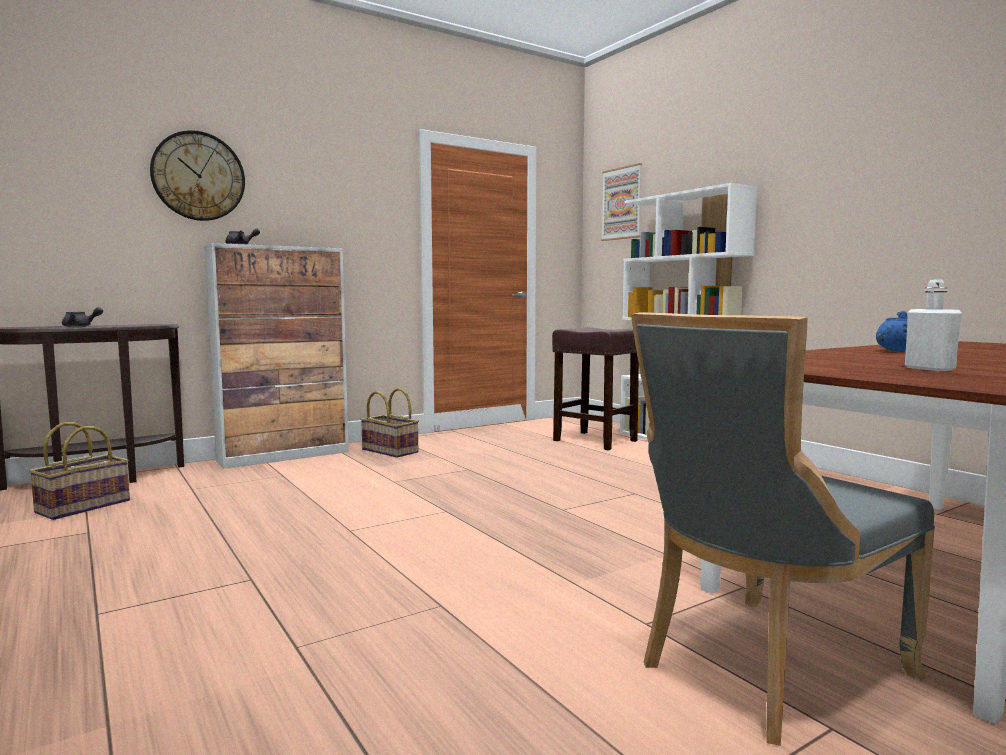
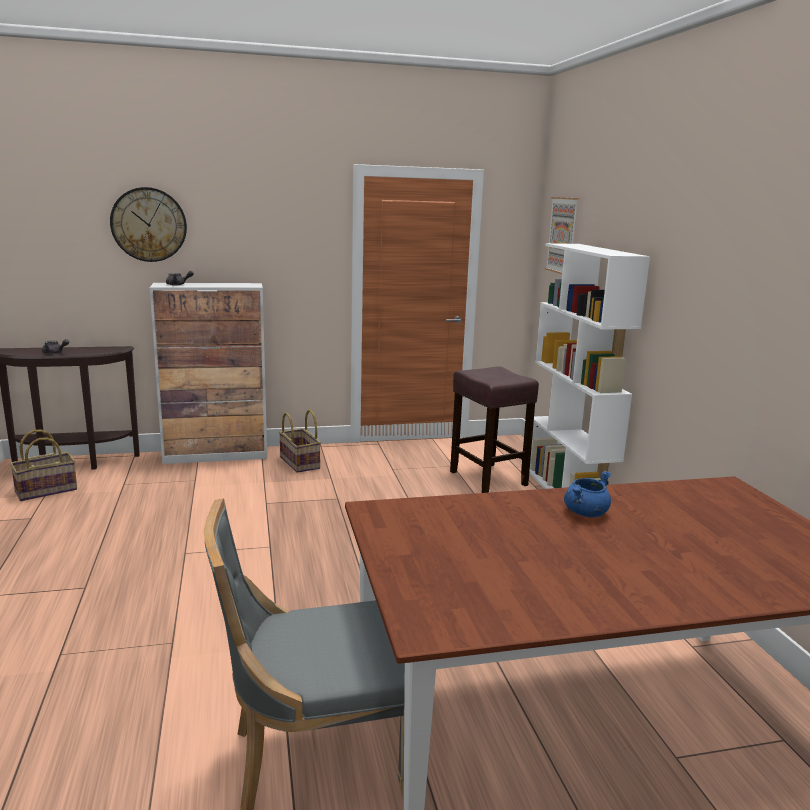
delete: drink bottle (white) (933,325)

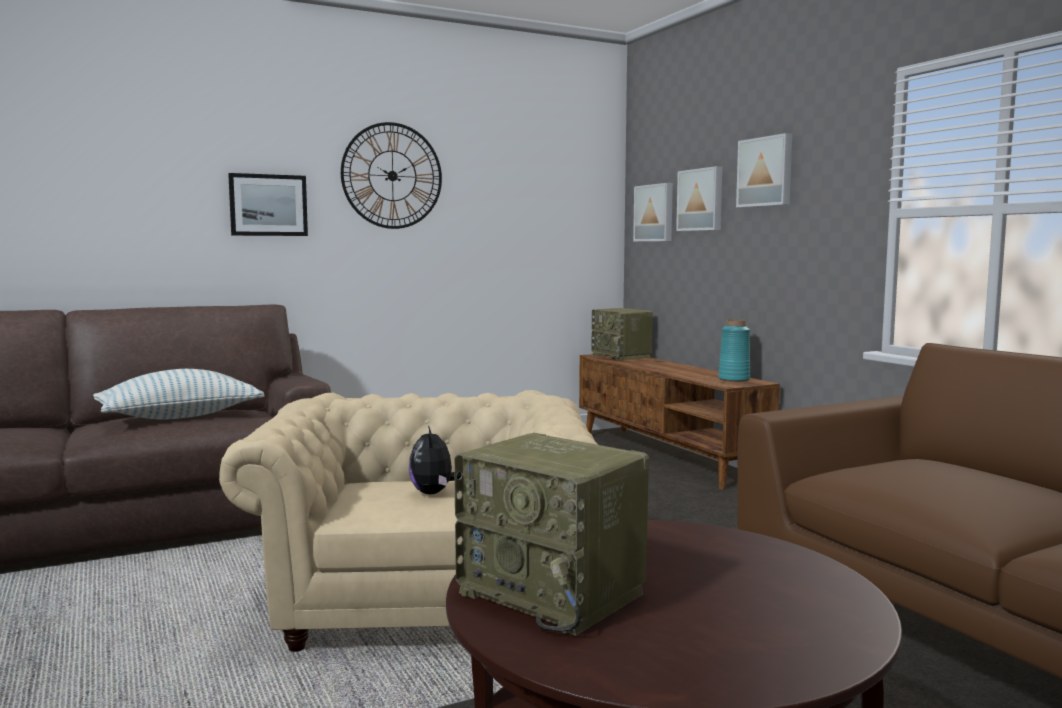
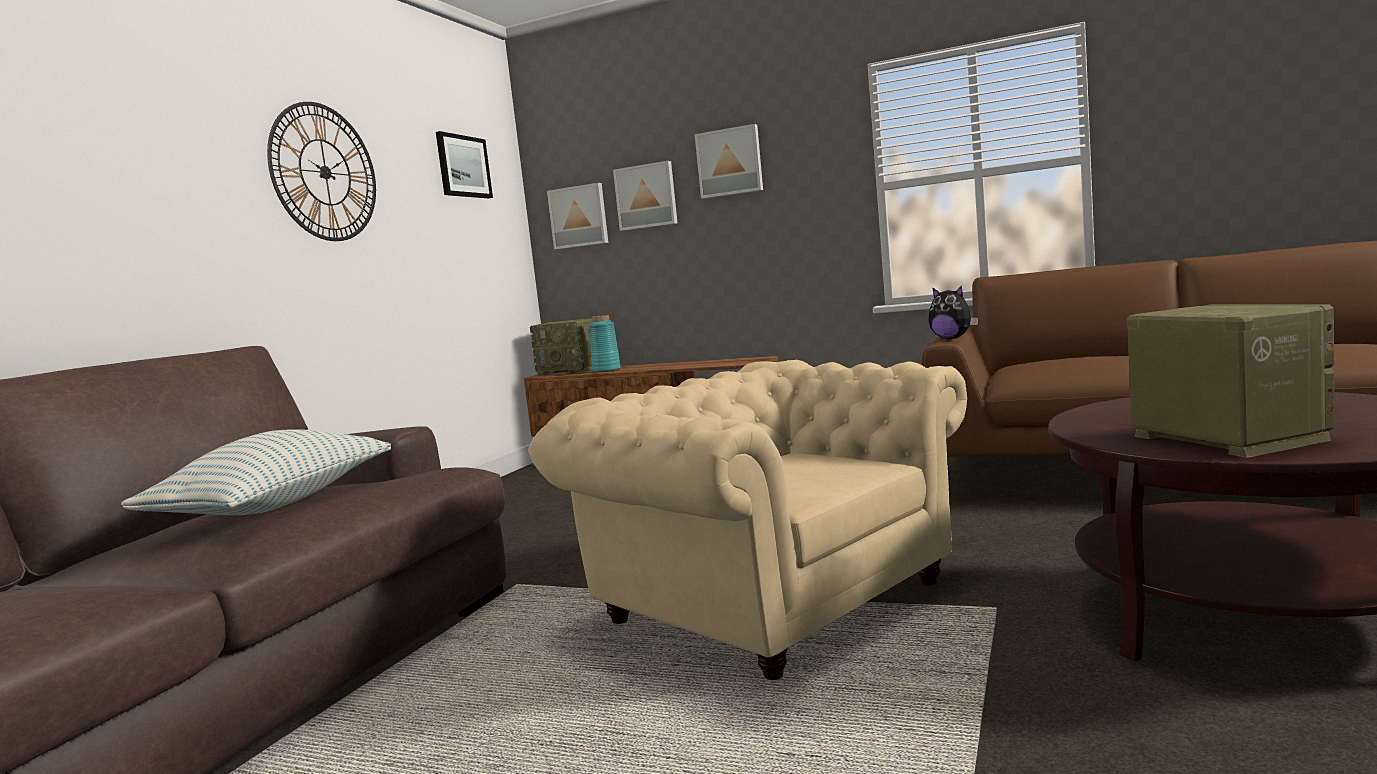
move: wall picture (268,204) to (464,164); decorative vase (blue-green) (734,350) to (605,343); cuddly toy (435,459) to (953,312)
rotate: radio (551,534) = (1230,381) 105 degrees counterclockwise

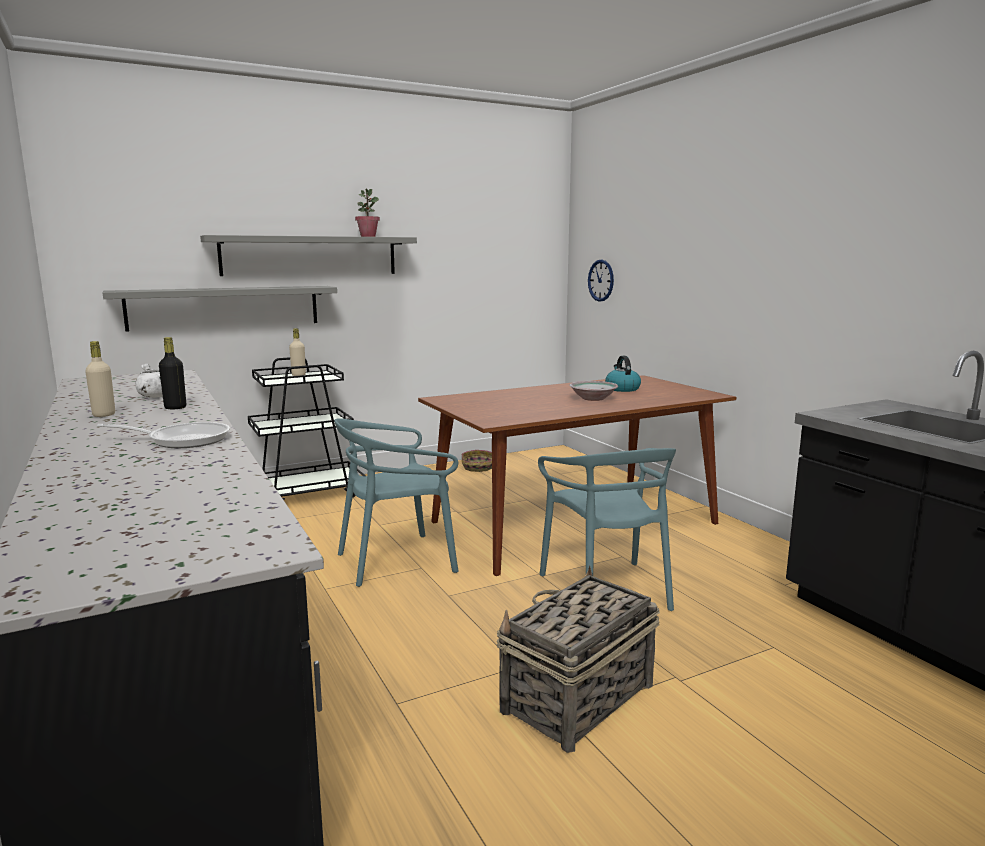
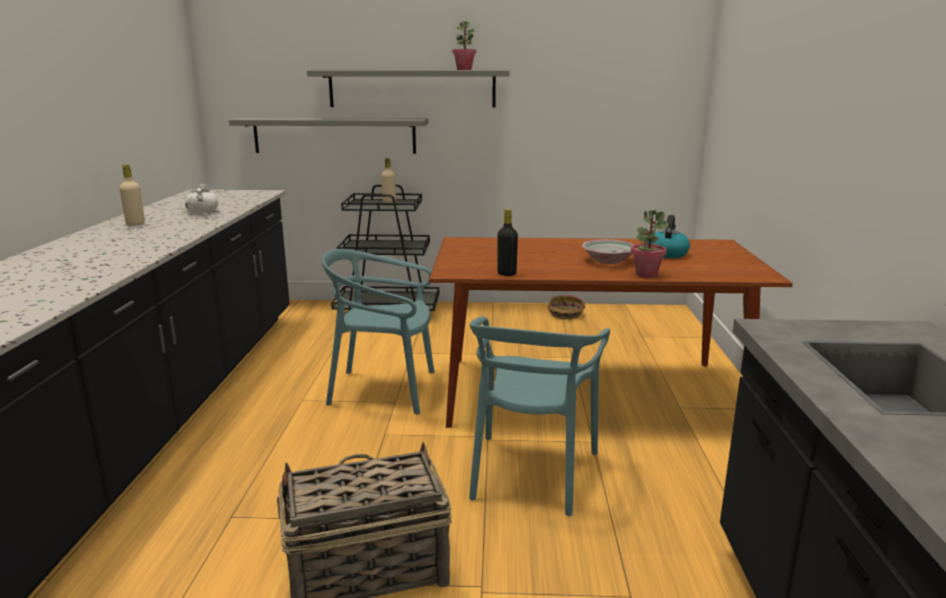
delete: hanging clock (601,281); pan (163,435)
insert: plant in a pot (650,243)
move: drink bottle (black-coloured) (172,373) to (507,242)

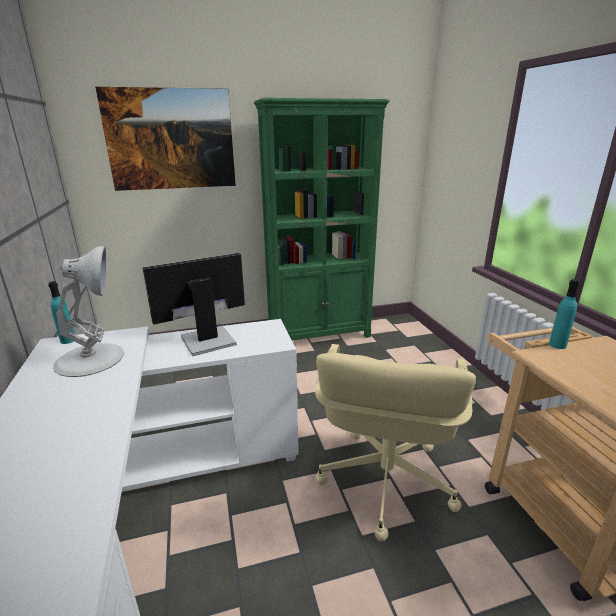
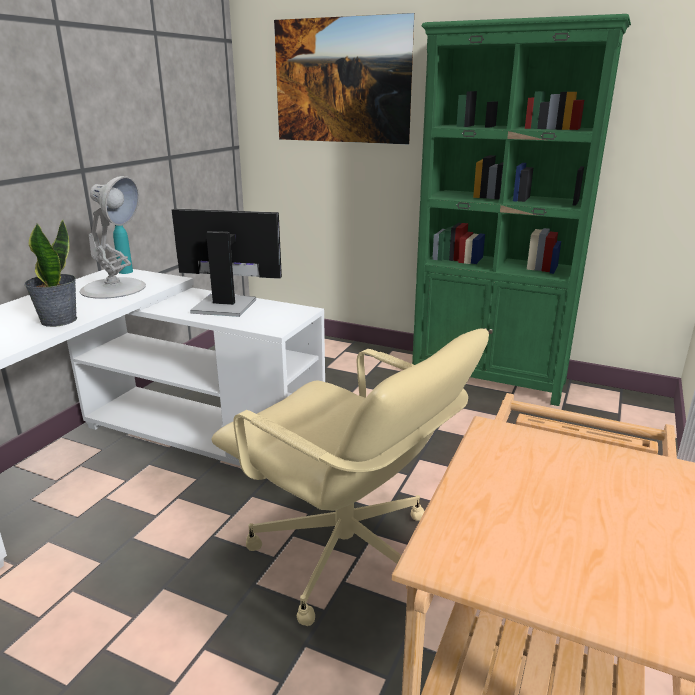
delete: drink bottle (blue-green) (564,314)
insert: plant in a pot (50,273)
rotate: office chair (beige) (395,442) = (350,477) 105 degrees counterclockwise

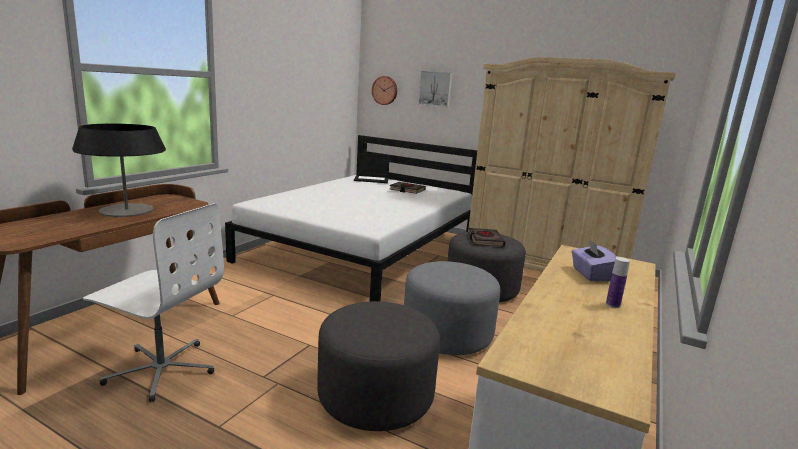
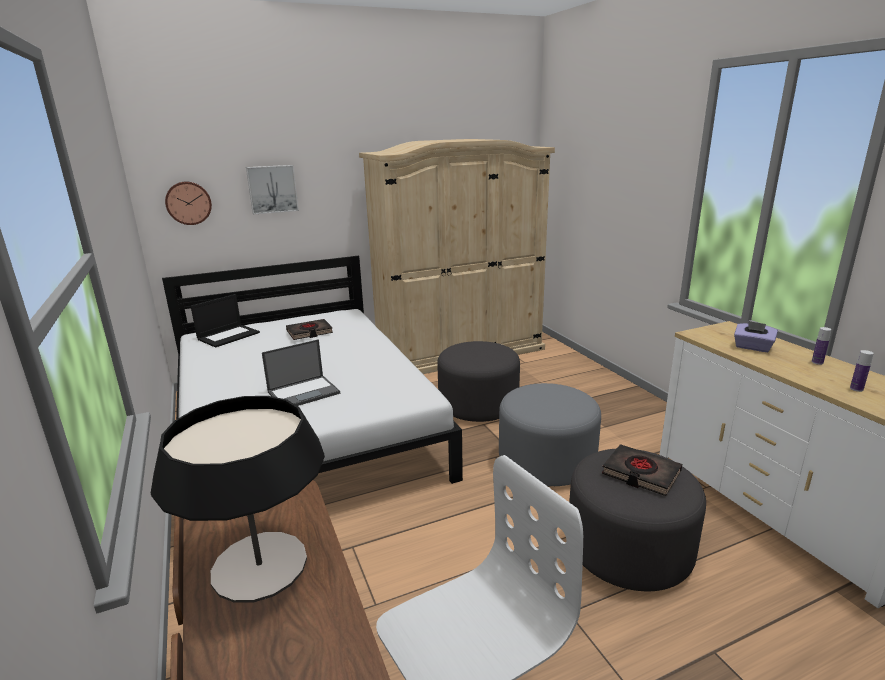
insert: laptop (301,372); drink bottle (862,371)
move: bound book (black-coloured) (486,237) to (642,470)

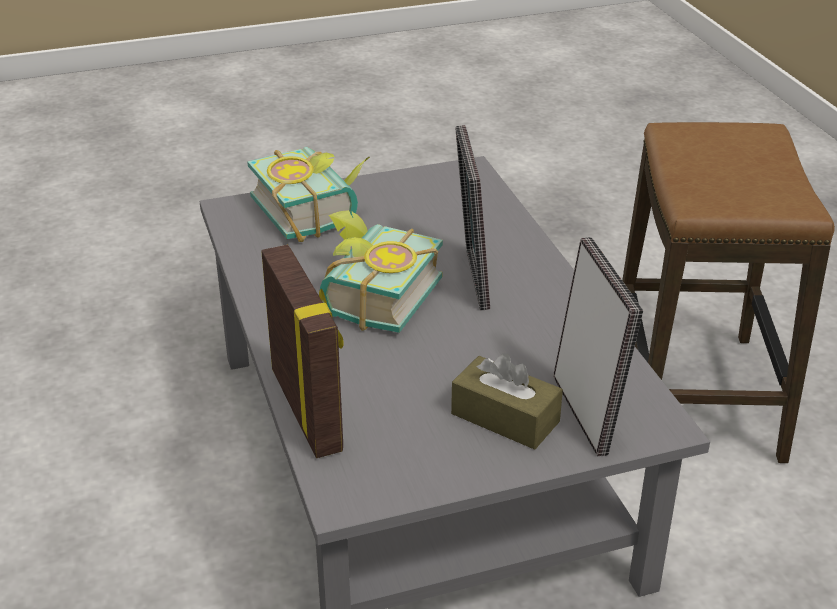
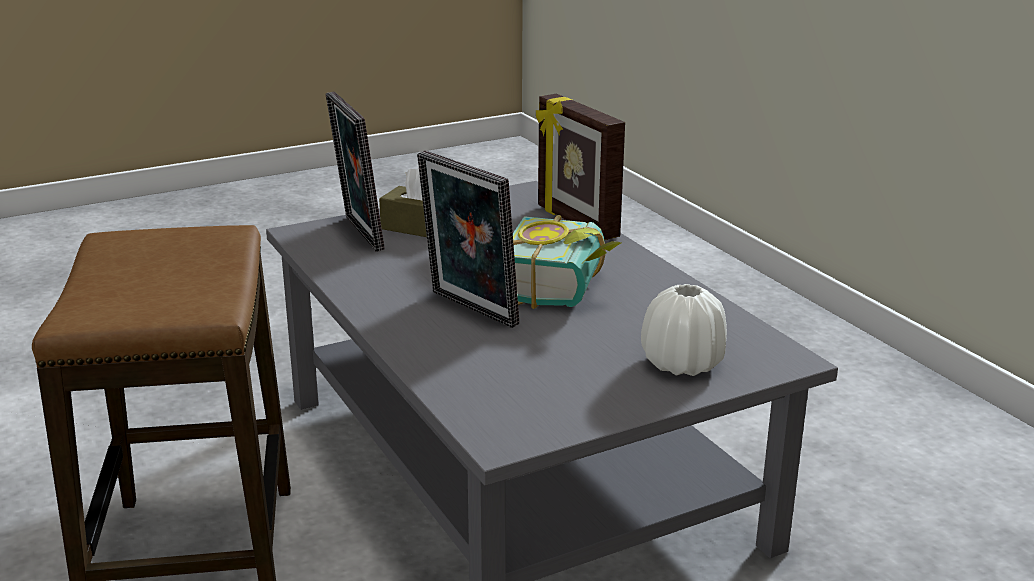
replace: bound book (308,194) to decorative vase (white) (684,330)
rotate: picture frame (472,217) = (468,239) 150 degrees clockwise

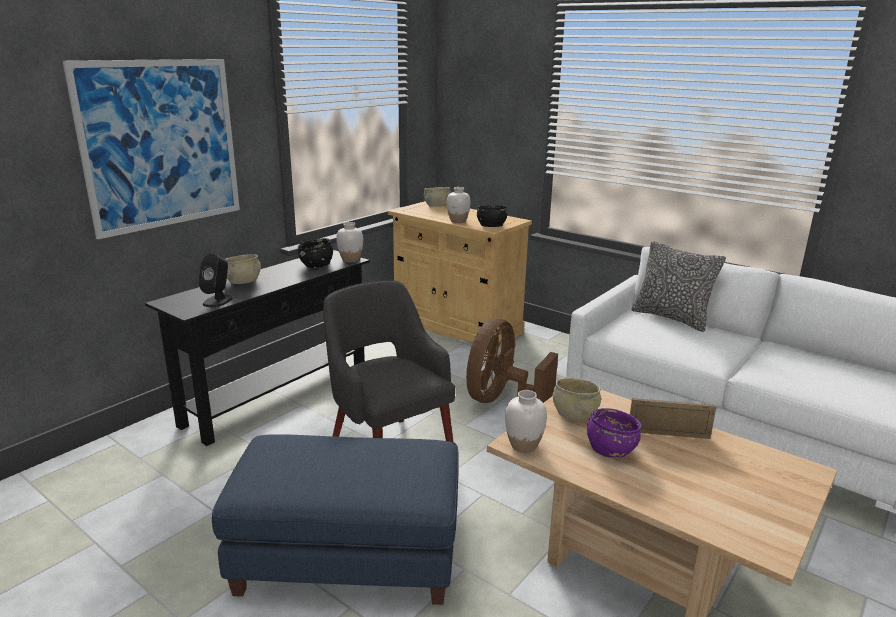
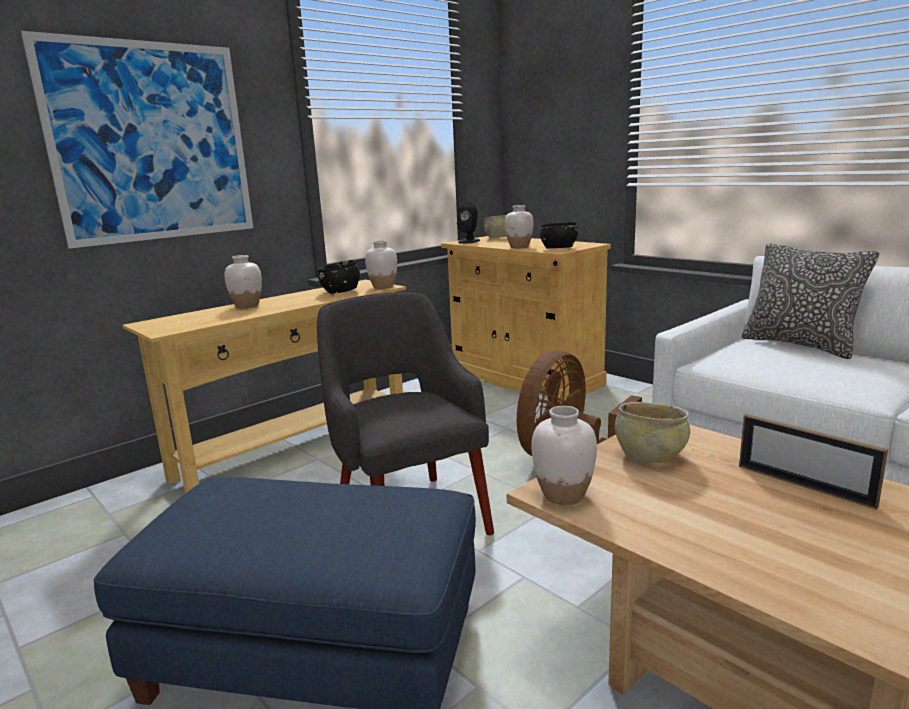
delete: serving bowl (purple) (614,433)
move: audio speaker (black-coloured) (216,280) to (468,221)
replace: serving bowl (beige) (243,269) to decorative vase (white) (243,281)
recolor: console table (black-coloured) (257,348) to console table (beige) (264,387)
rotate: picture frame (673,418) = (813,462) 150 degrees counterclockwise

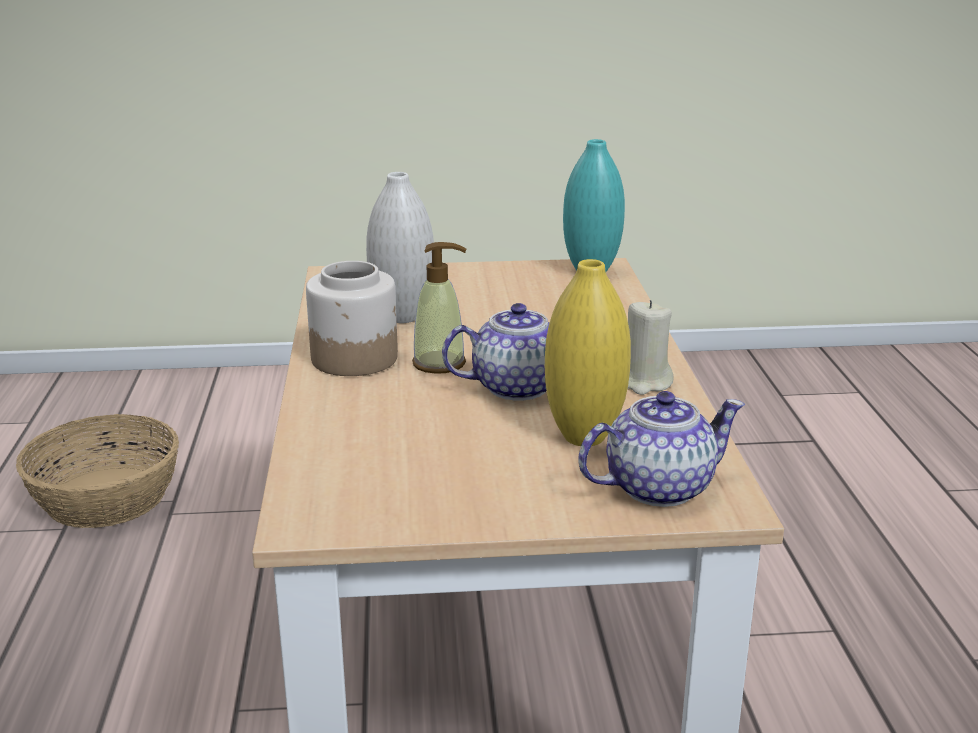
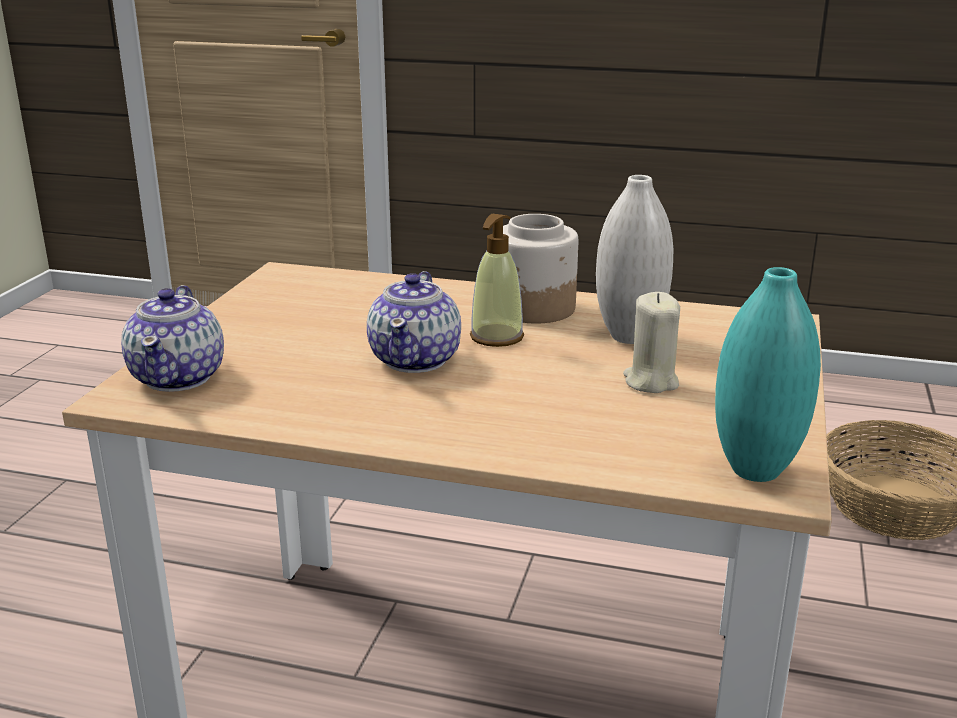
delete: decorative vase (yellow-coloured) (588,352)
move: candle (beige) (651,347) to (651,342)

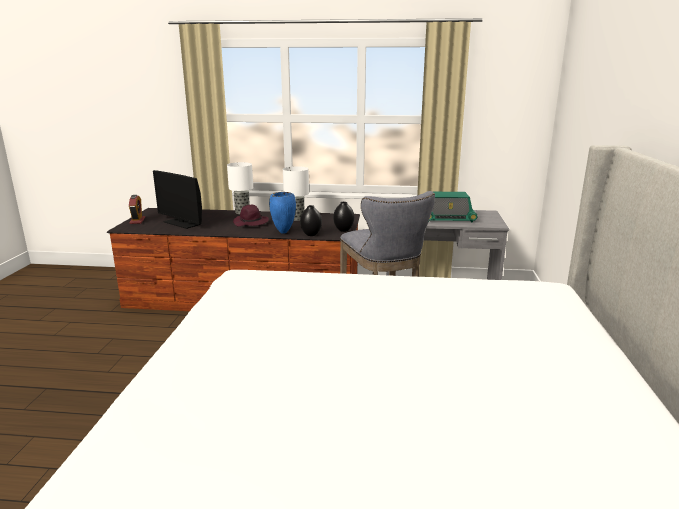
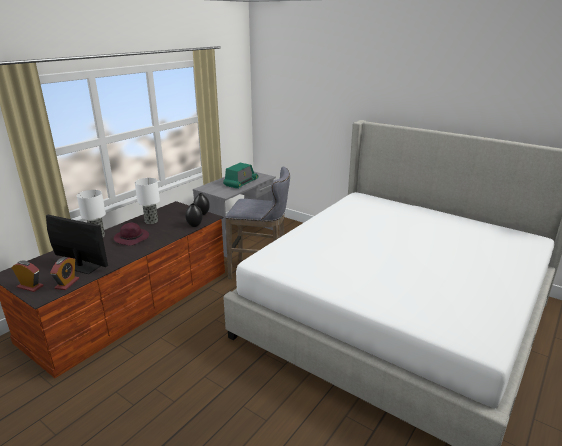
delete: decorative vase (bluish) (282,213)
insert: alarm clock (64,273)
rotate: computer screen (177,199) = (77,244) 135 degrees counterclockwise

